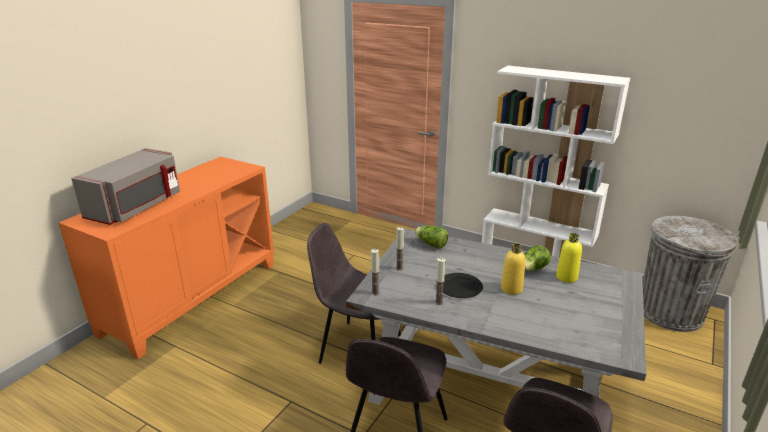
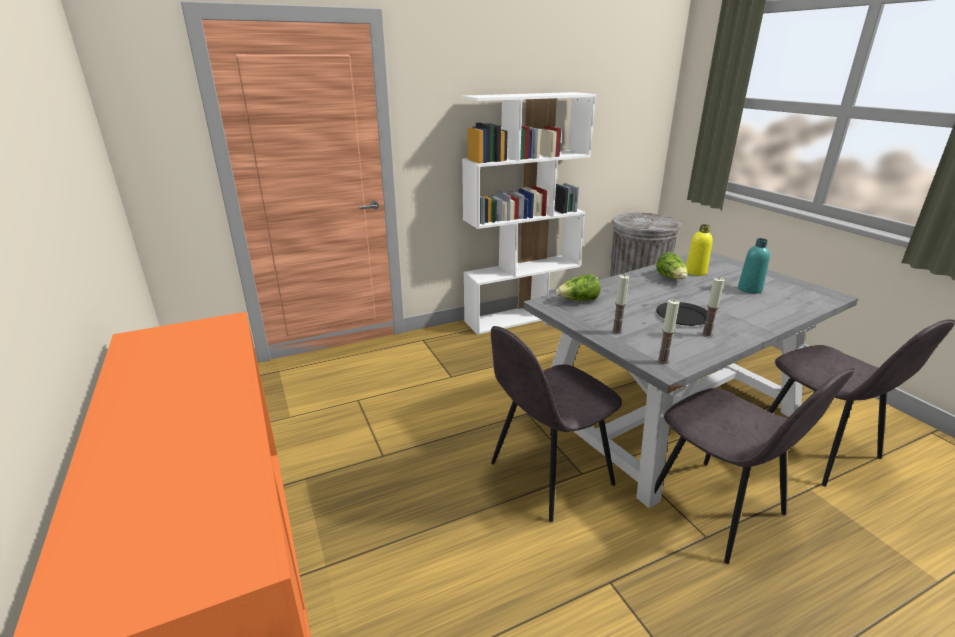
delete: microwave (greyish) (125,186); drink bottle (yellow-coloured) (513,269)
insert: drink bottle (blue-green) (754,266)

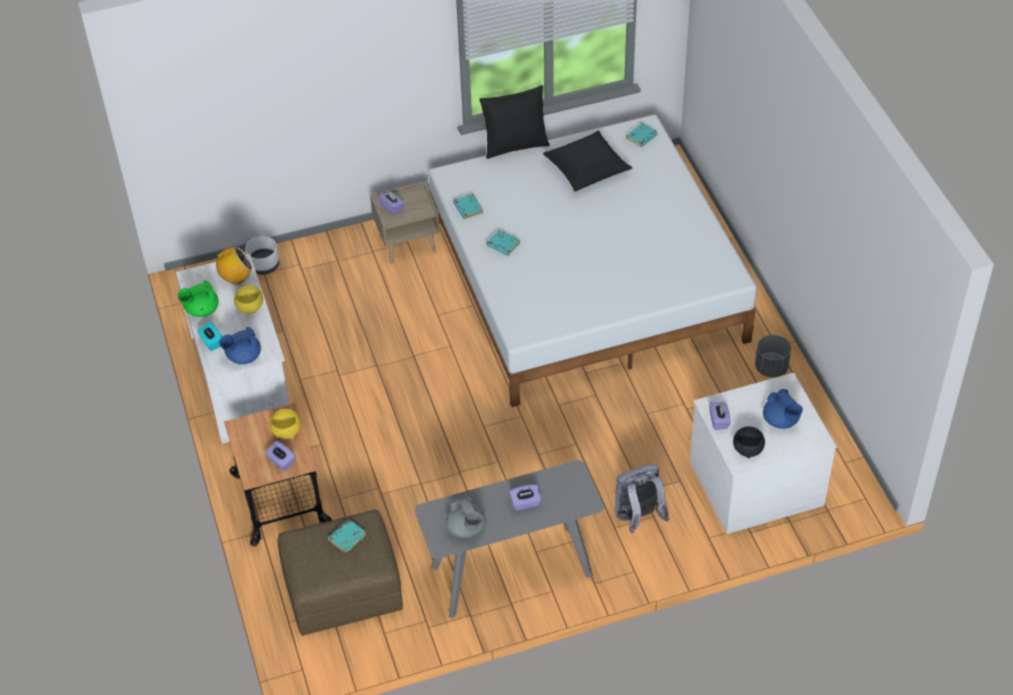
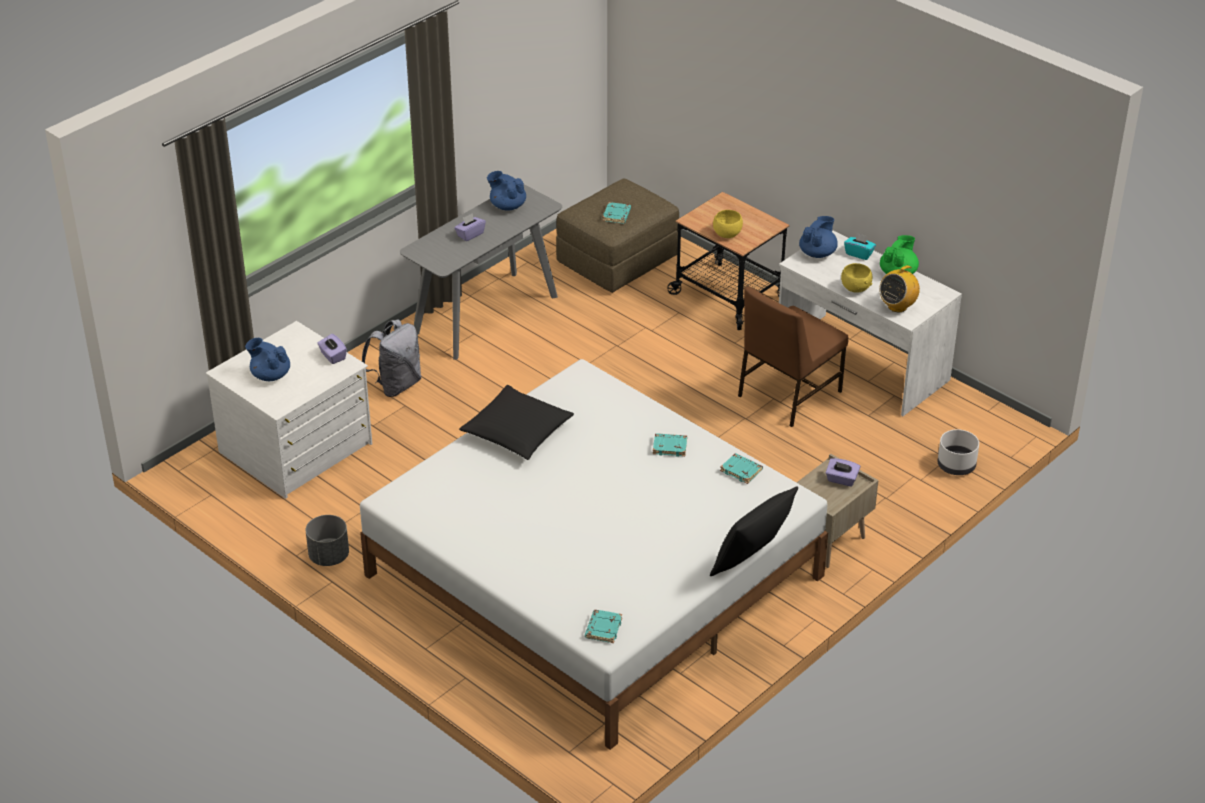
delete: serving bowl (black-coloured) (749,442); box of tissues (purple) (280,456)
insert: plain chair (brown) (793,357)
move: throw pillow (black-coloured) (588,161) to (516,422)
recolor: teapot (greyish) (466,517) to teapot (bluish) (506,191)

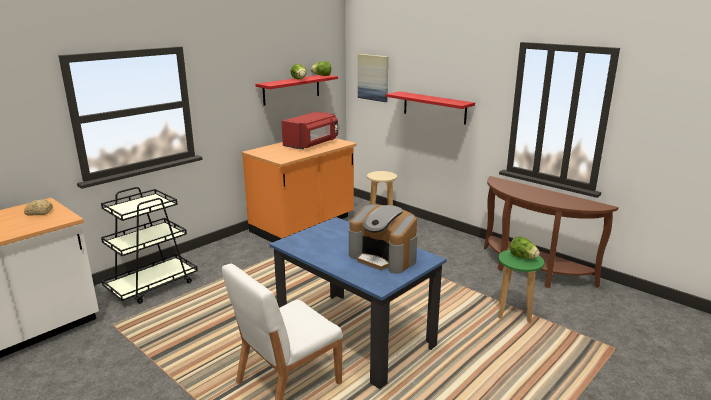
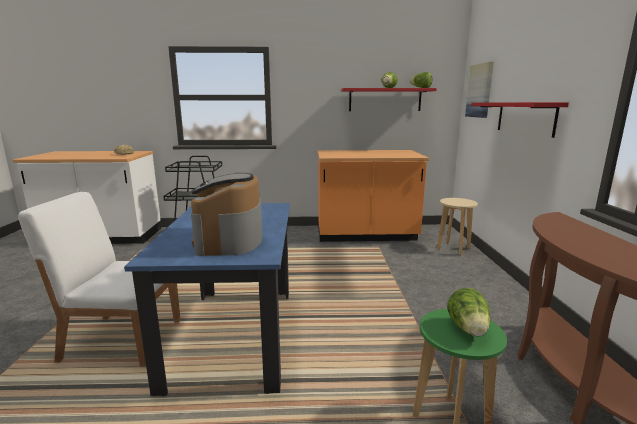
delete: microwave (red) (310,130)

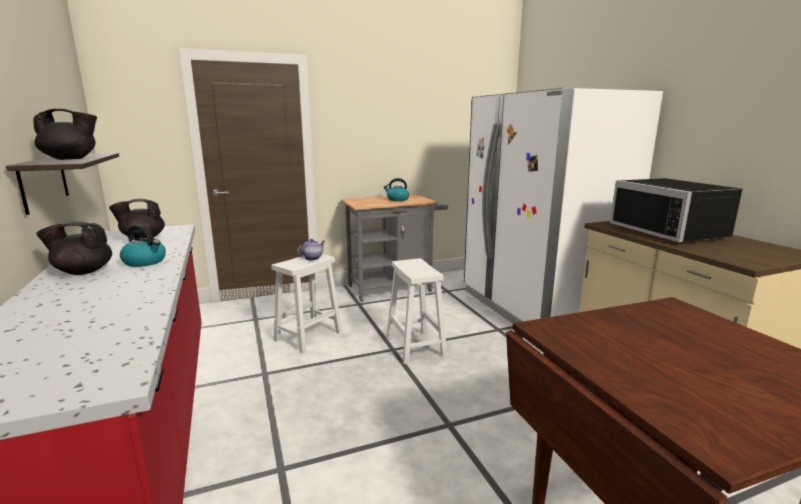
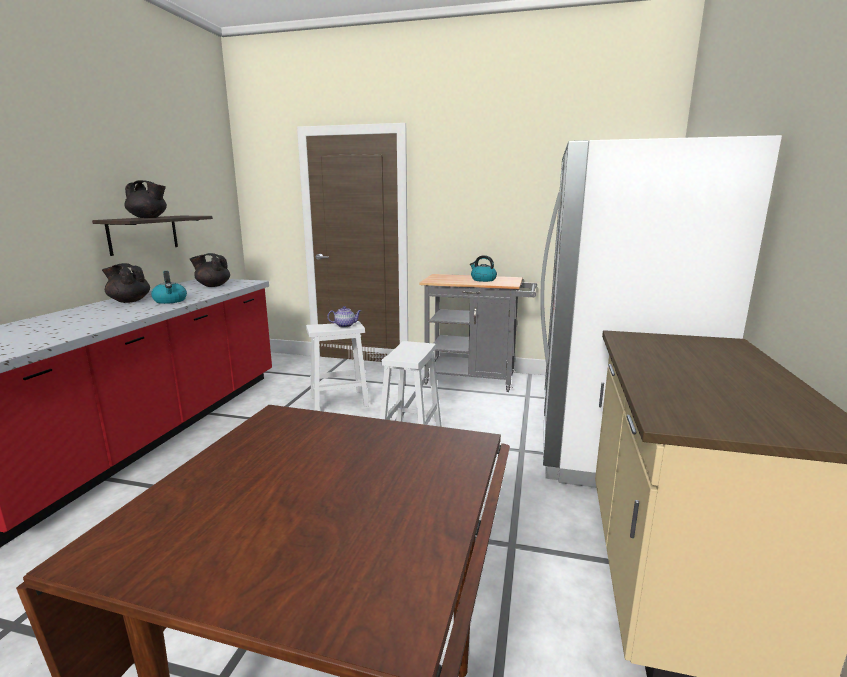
delete: microwave (black-coloured) (676,210)

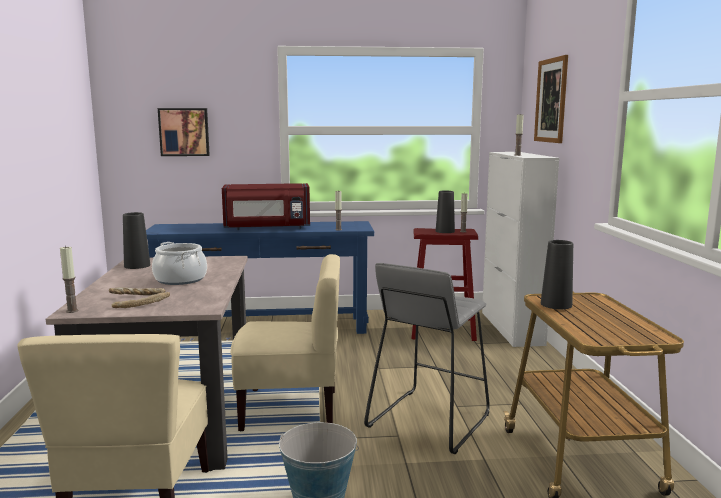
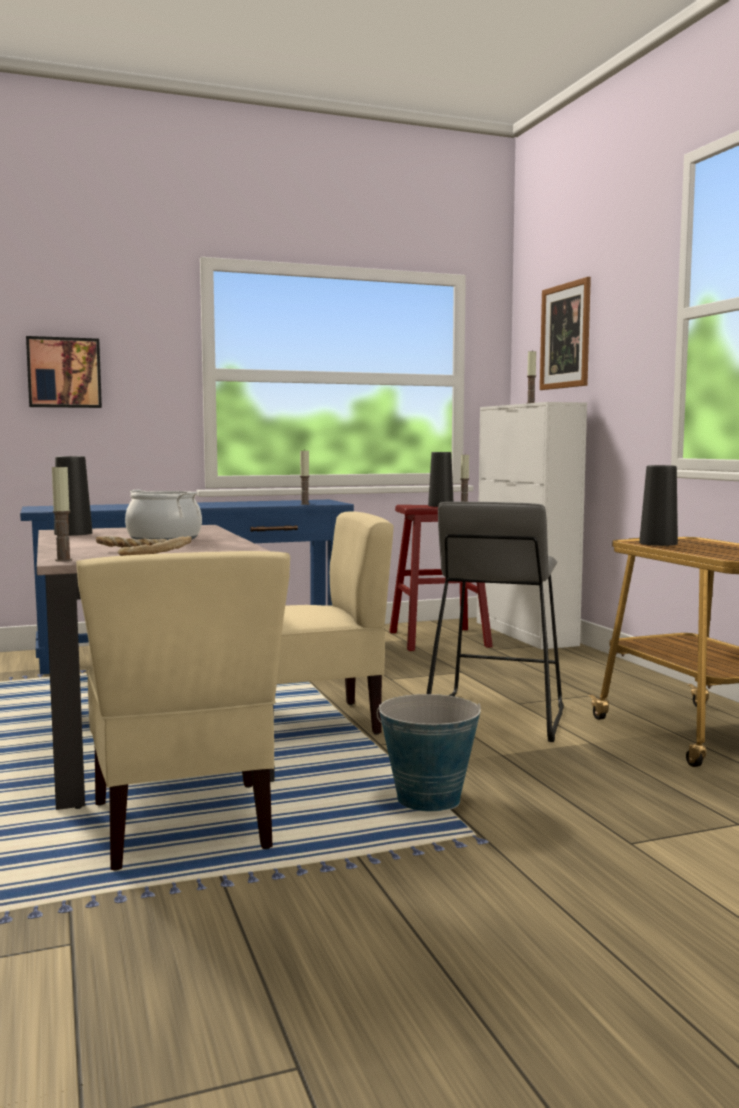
delete: microwave (red) (266,206)

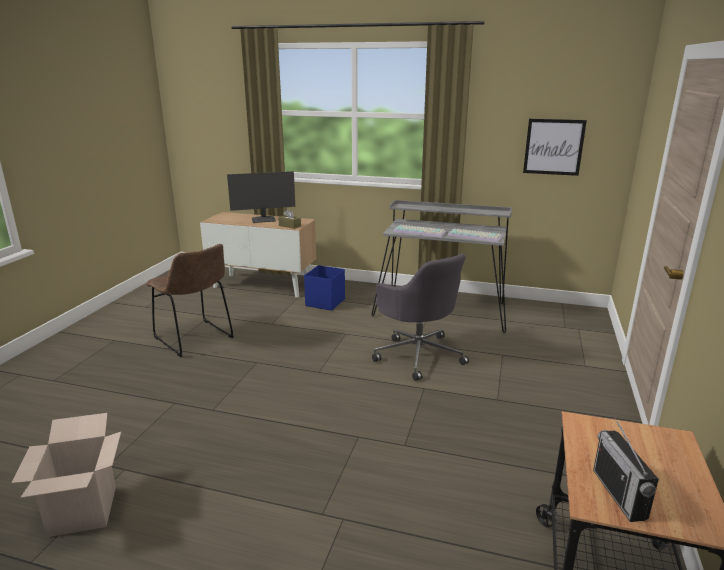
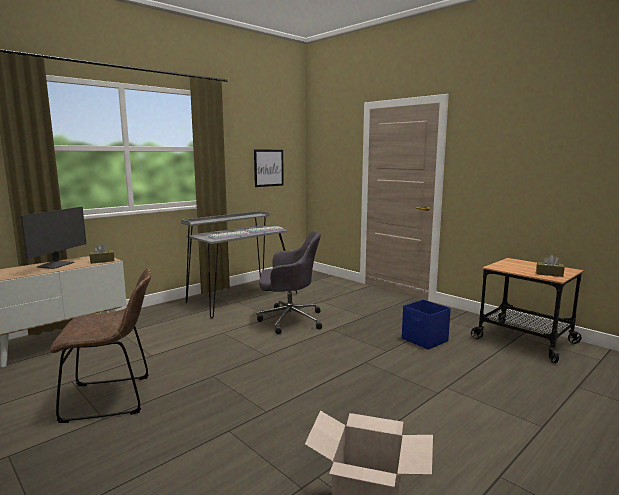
move: storage container (bluish) (324,288) to (426,325)
replace: radio (626,469) to box of tissues (brown) (550,266)

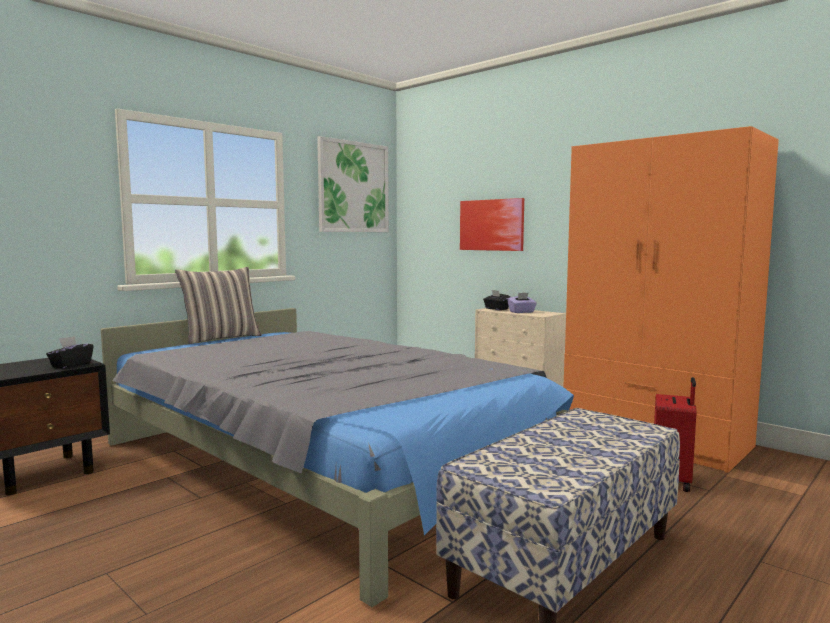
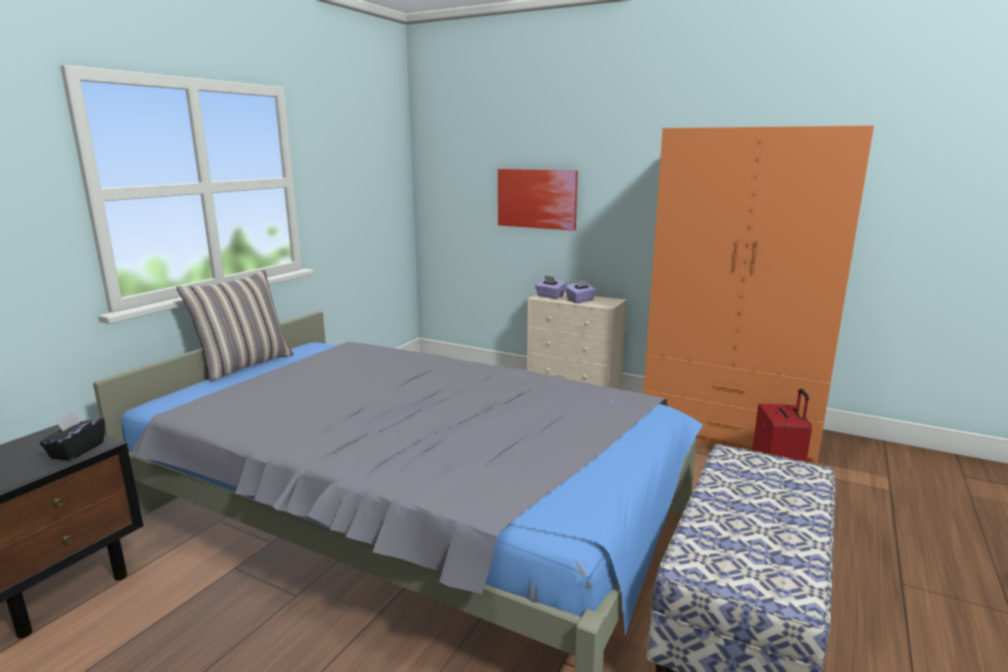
delete: wall picture (353,184)
recolor: box of tissues (black-coloured) (496,300) to box of tissues (purple) (550,287)

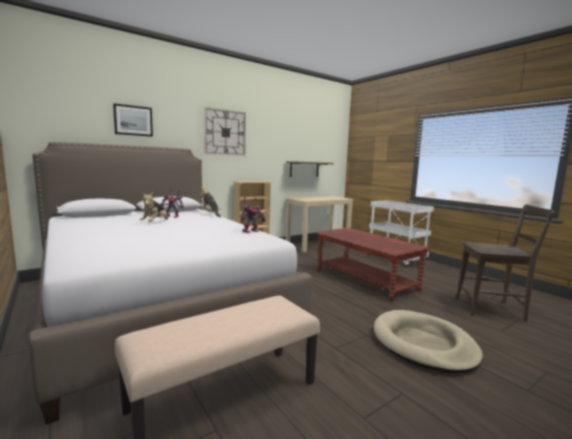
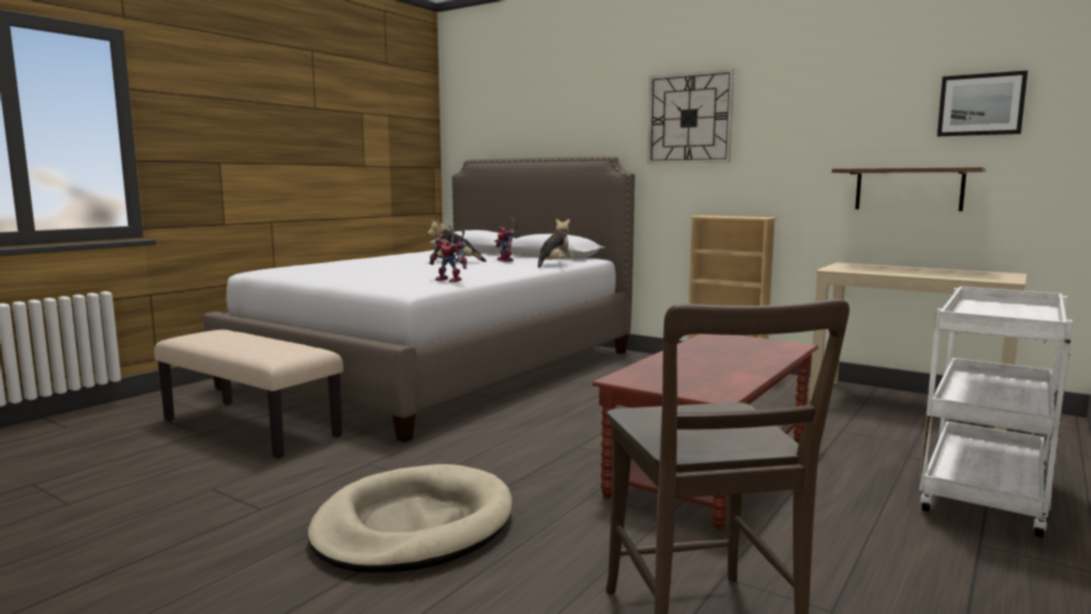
move: wall picture (133,120) to (982,103)

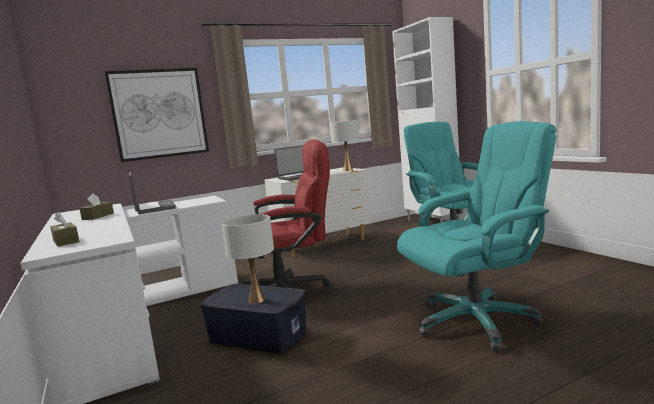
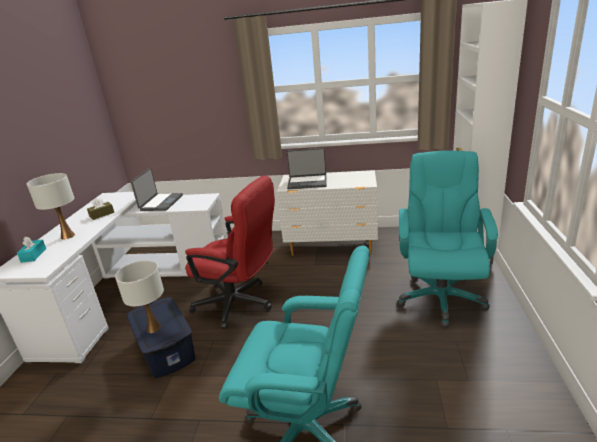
delete: wall picture (157,115)
move: lamp for a table (white) (344,145) to (51,206)
recolor: box of tissues (brown) (64,229) to box of tissues (blue-green) (31,249)

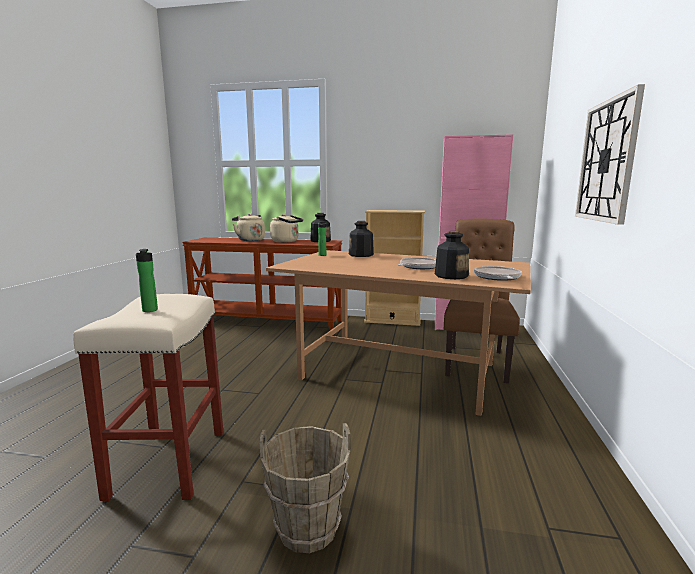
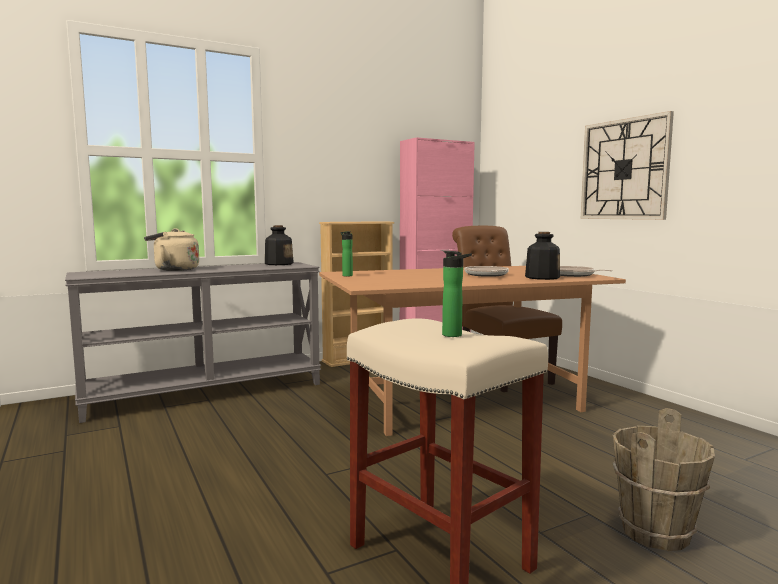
delete: tea kettle (beige) (286,228); drink bottle (361,239)
recolor: console table (brown) (262,284) to console table (greyish) (193,342)

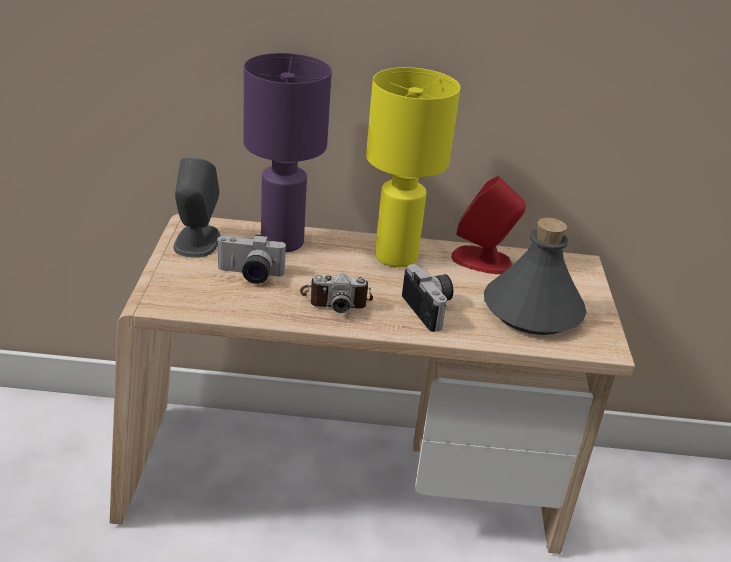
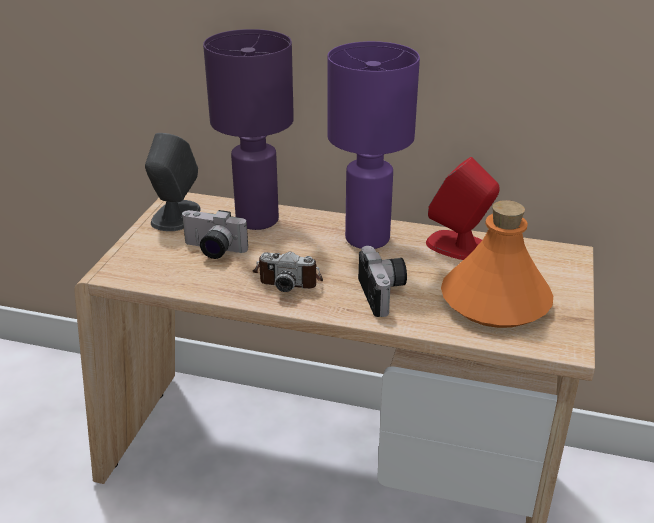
recolor: lamp for a table (yellow-coloured) (413,167) to lamp for a table (purple) (374,145); drink bottle (greyish) (535,276) to drink bottle (orange) (497,264)

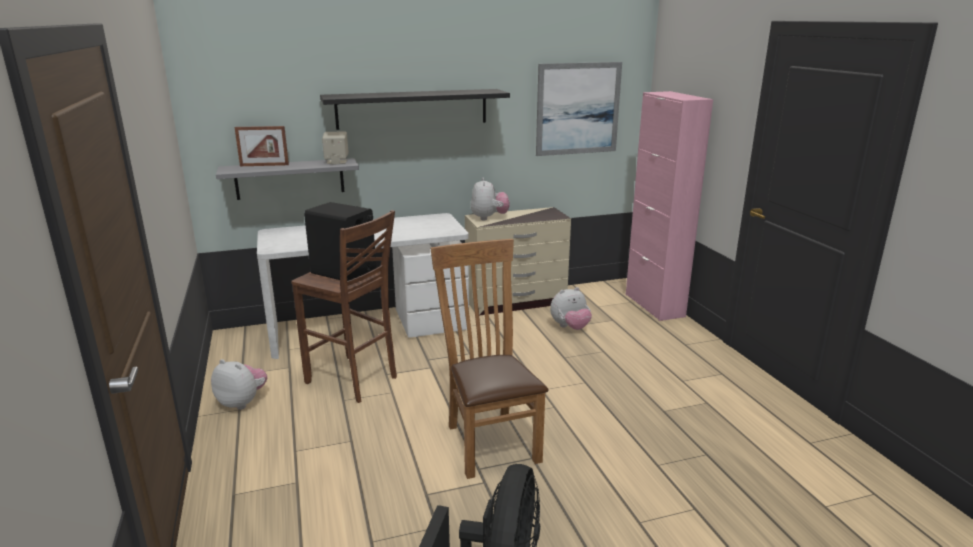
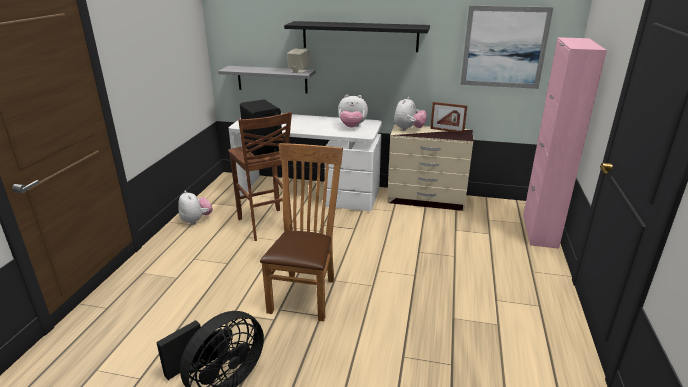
move: picture frame (261,146) to (448,117); cuddly toy (571,308) to (353,111)

